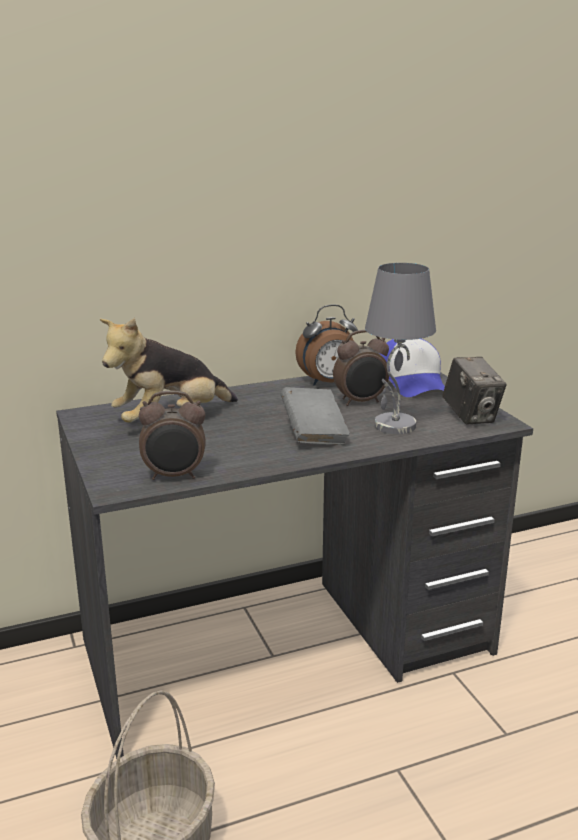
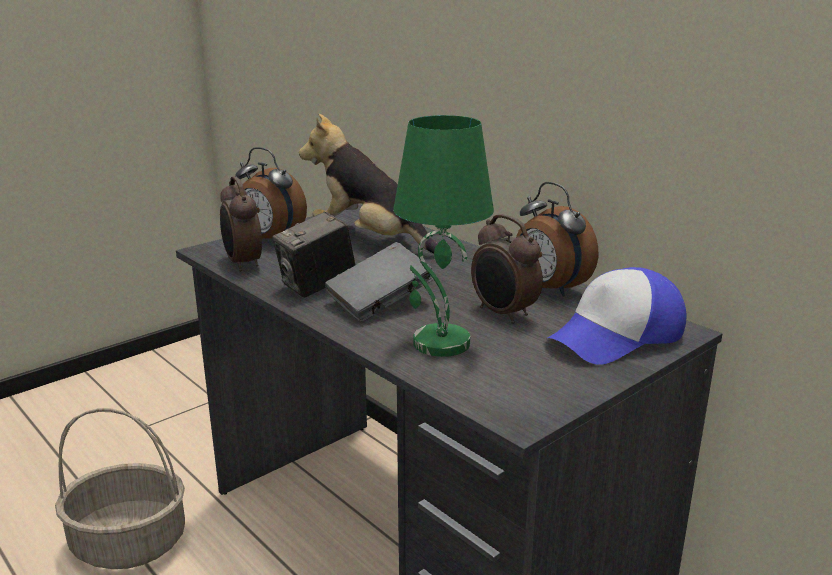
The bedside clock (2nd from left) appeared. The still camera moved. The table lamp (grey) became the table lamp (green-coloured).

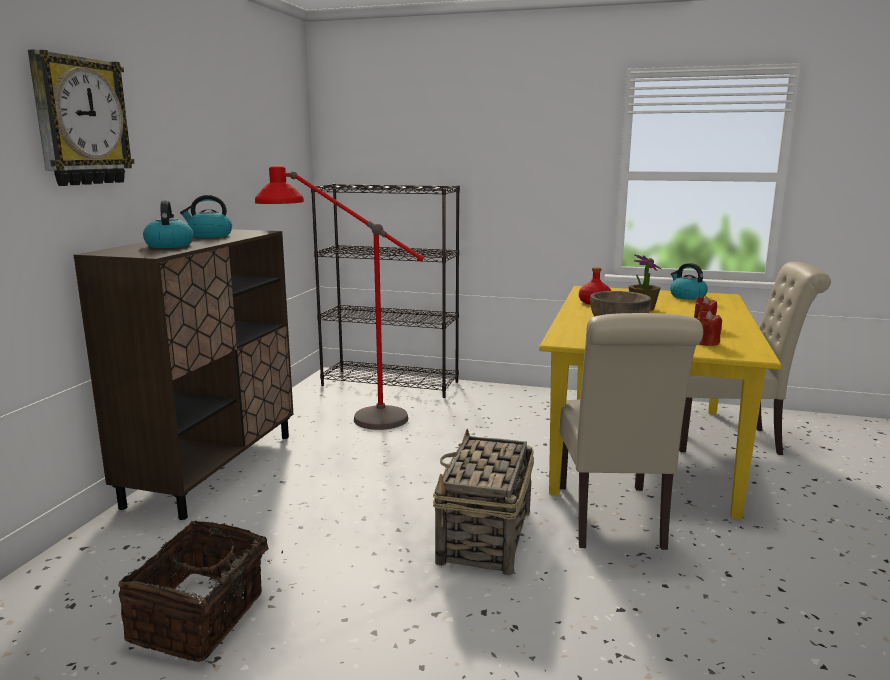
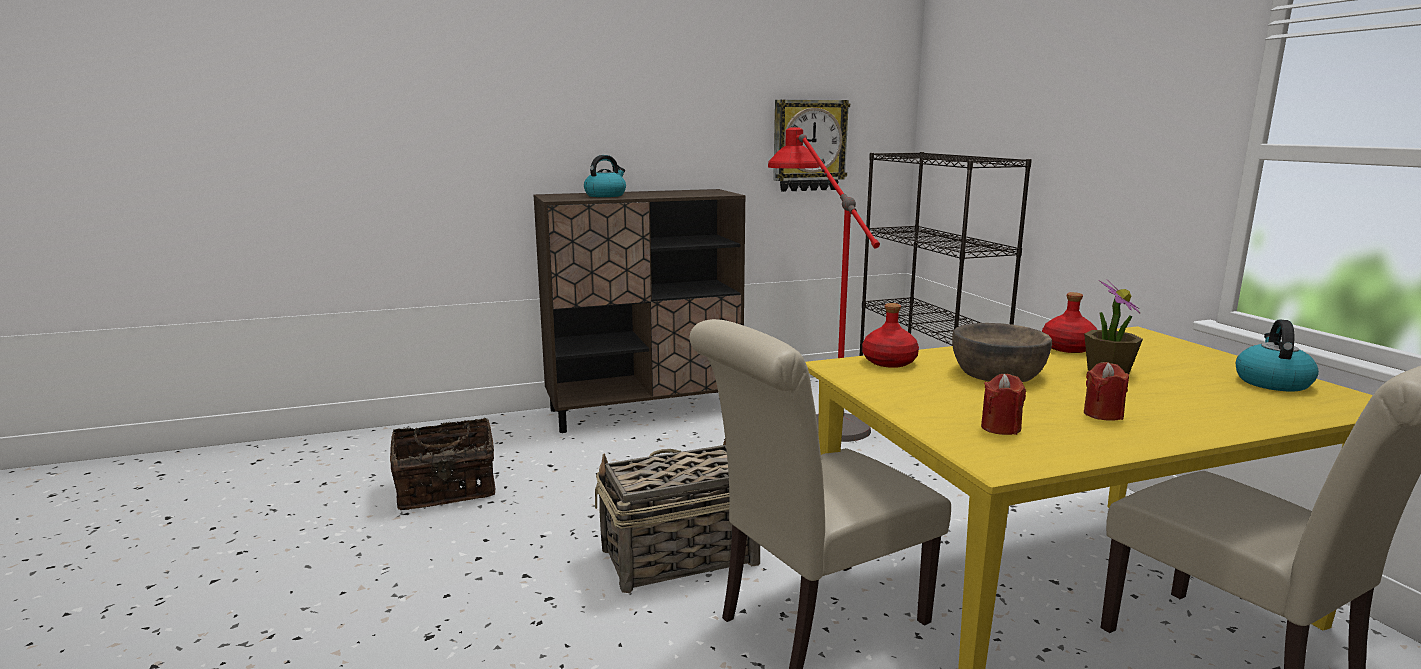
The water kettle (2nd from left) disappeared. The drink bottle (red) (1st from left) appeared. The wall clock moved.

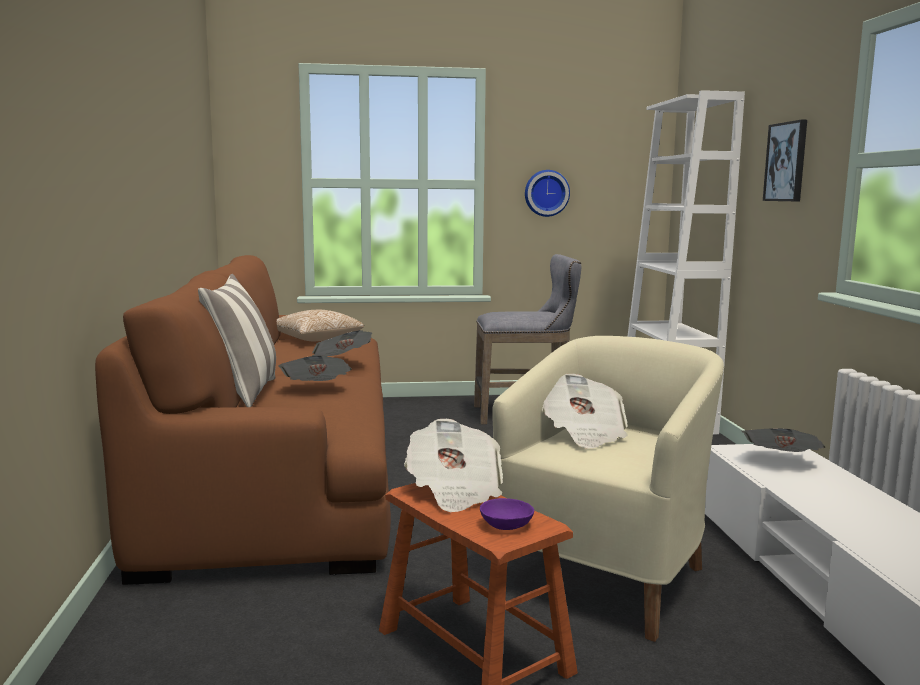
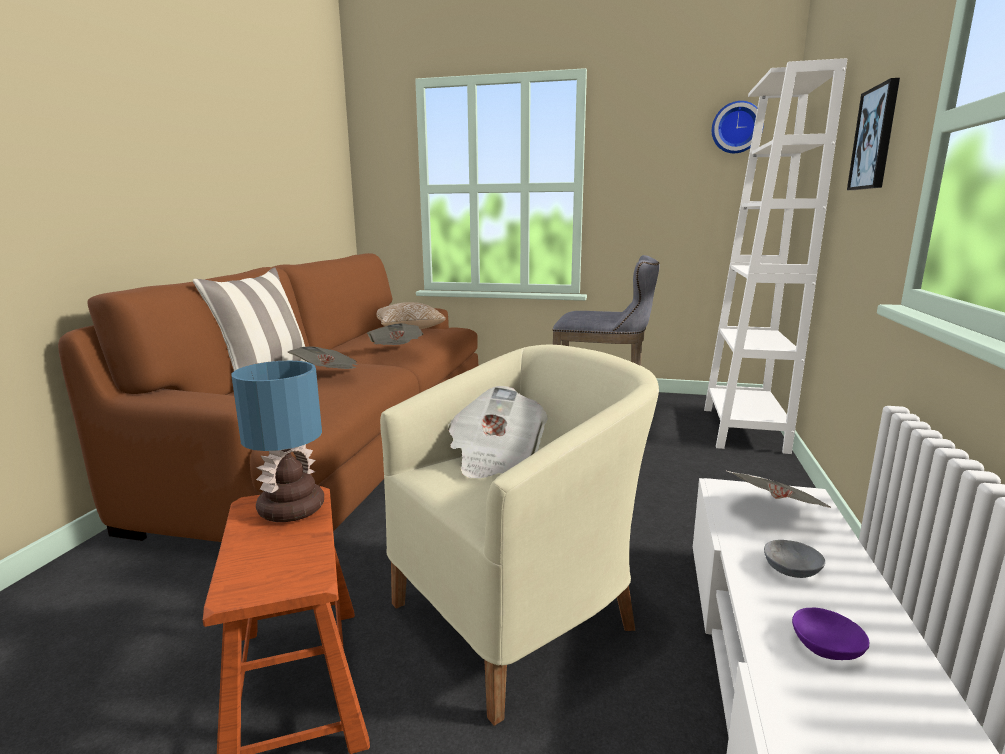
The bowl (grey) appeared. The bowl (purple) moved. The wall clock moved. The newspaper (3rd from left) was replaced by the table lamp.

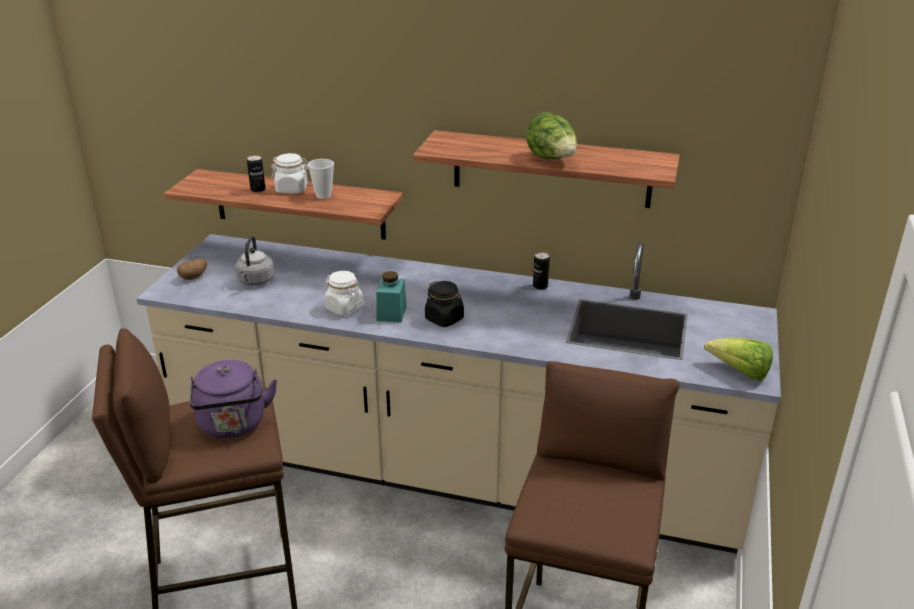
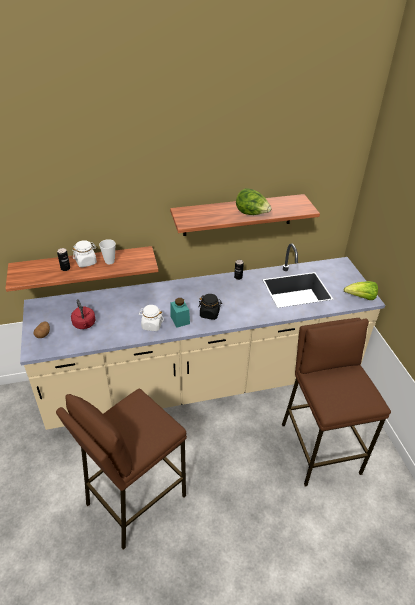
The water kettle (purple) disappeared. The water kettle (grey) became the water kettle (red).

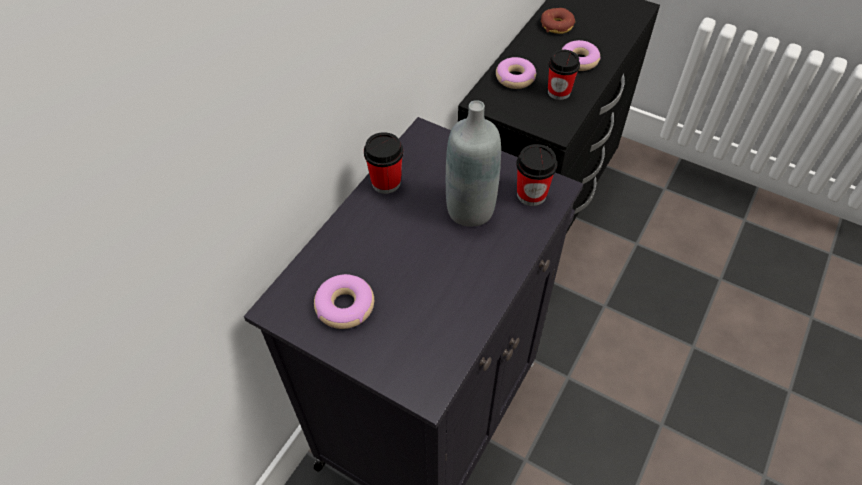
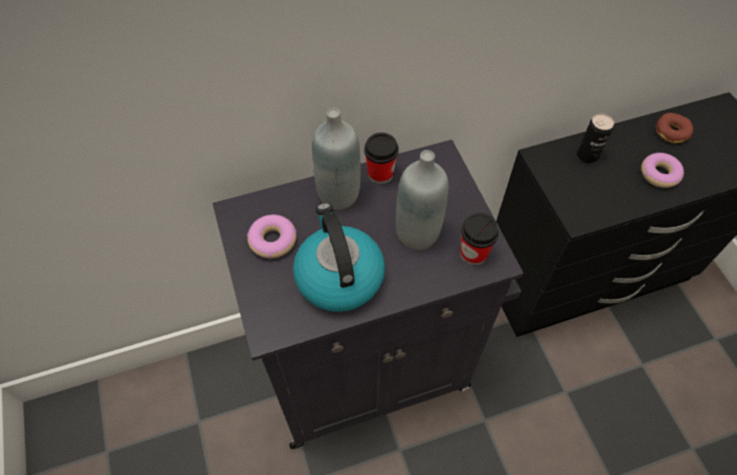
The small cup (3rd from left) disappeared. The water kettle appeared. The drink bottle (grey) (1st from left) appeared. The ring doughnut (2nd from left) was replaced by the sealed can.

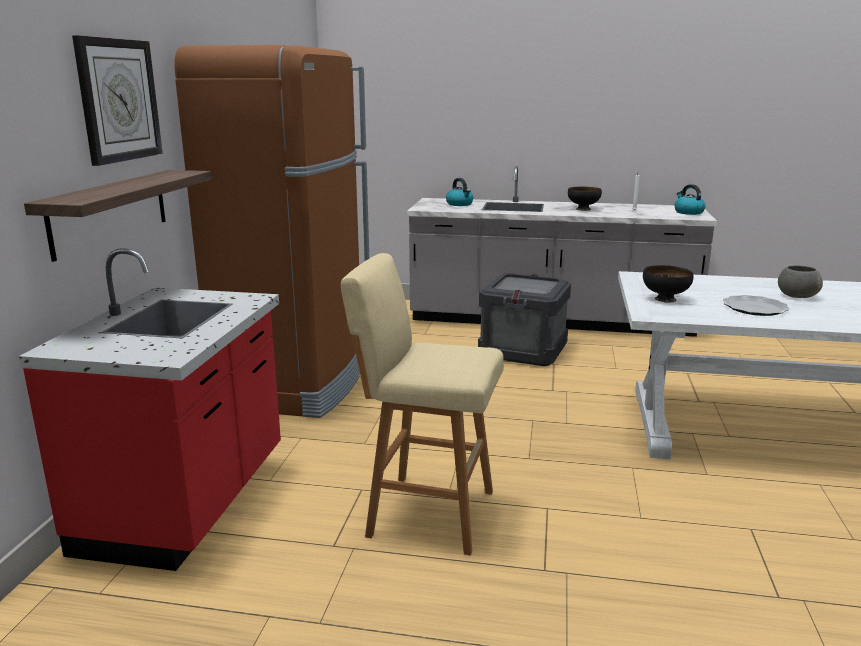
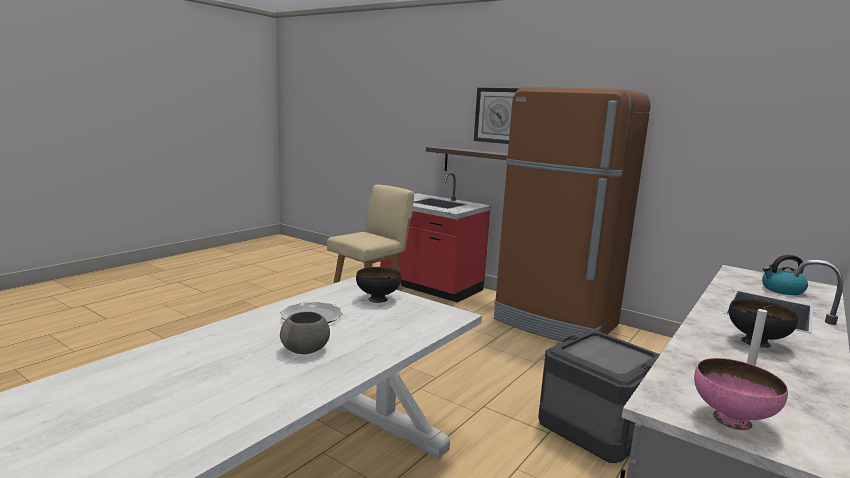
The water kettle (2nd from left) was replaced by the bowl (pinkish).

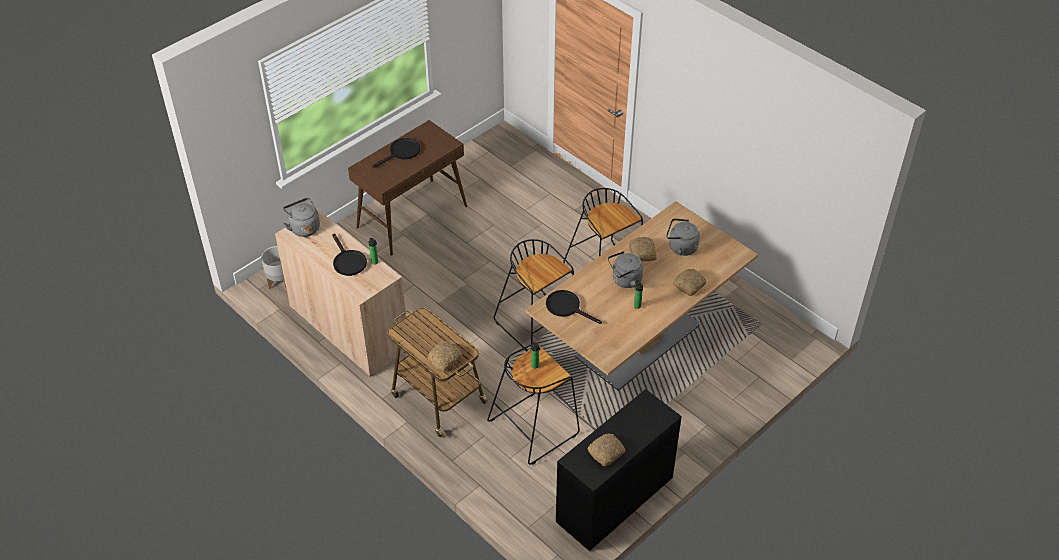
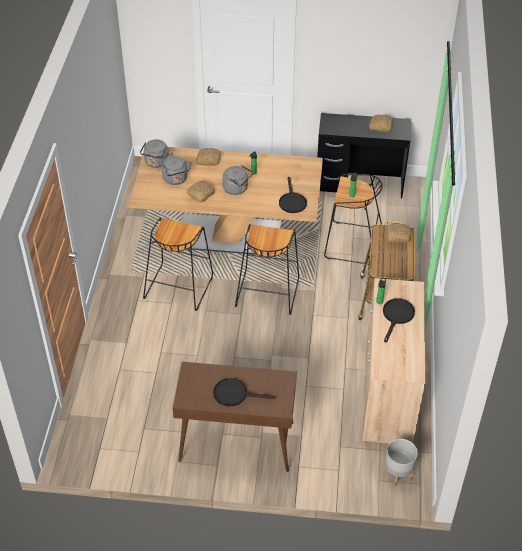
The water kettle (grey) (1st from left) moved.

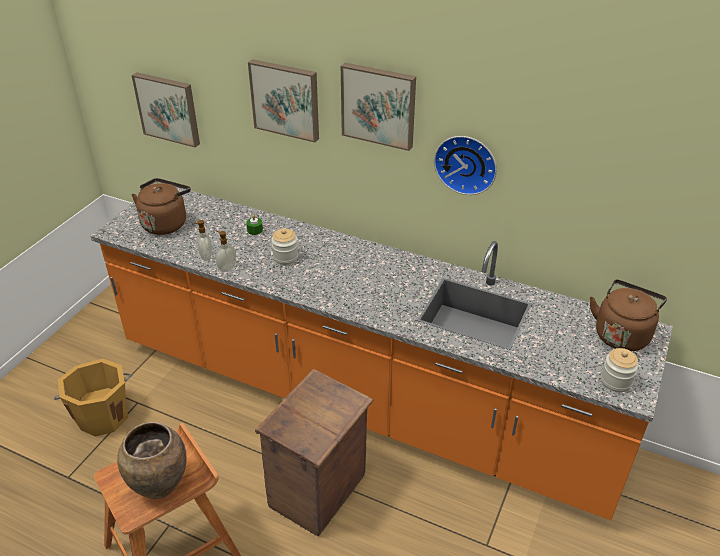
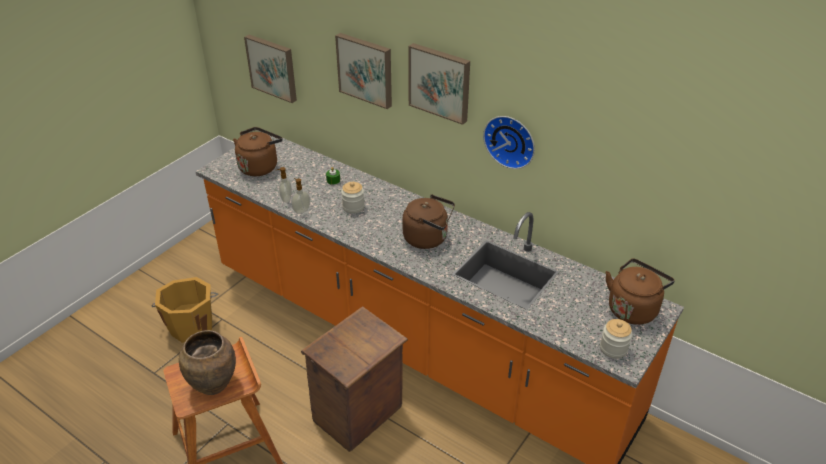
The water kettle (brown) (2nd from left) appeared.

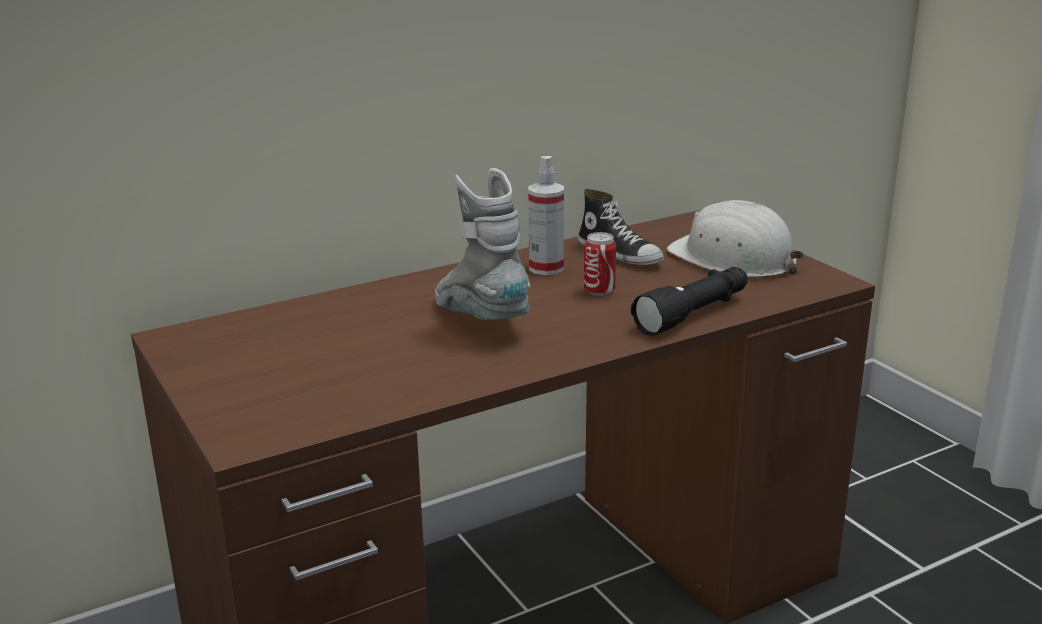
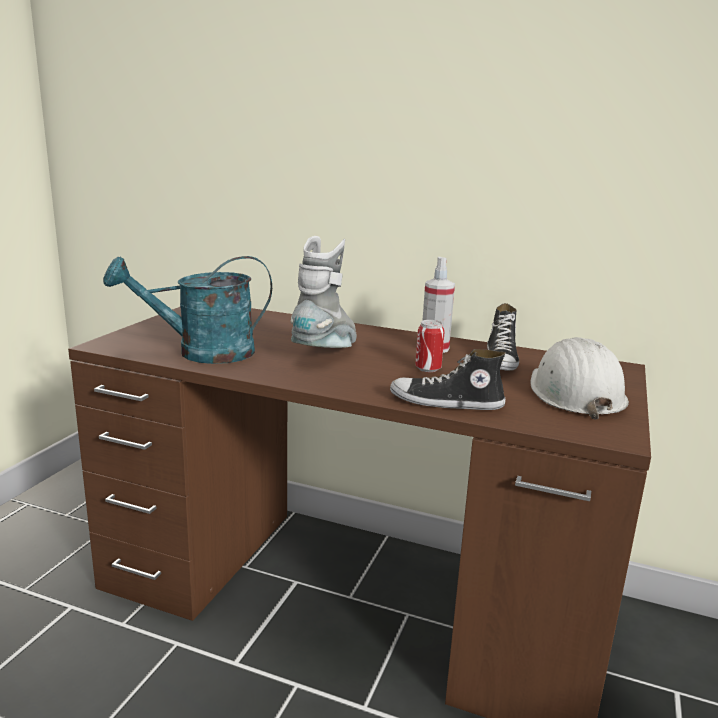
The watering can (turquoise-coloured) appeared. The torch (blackish) was replaced by the shoe (1st from left).

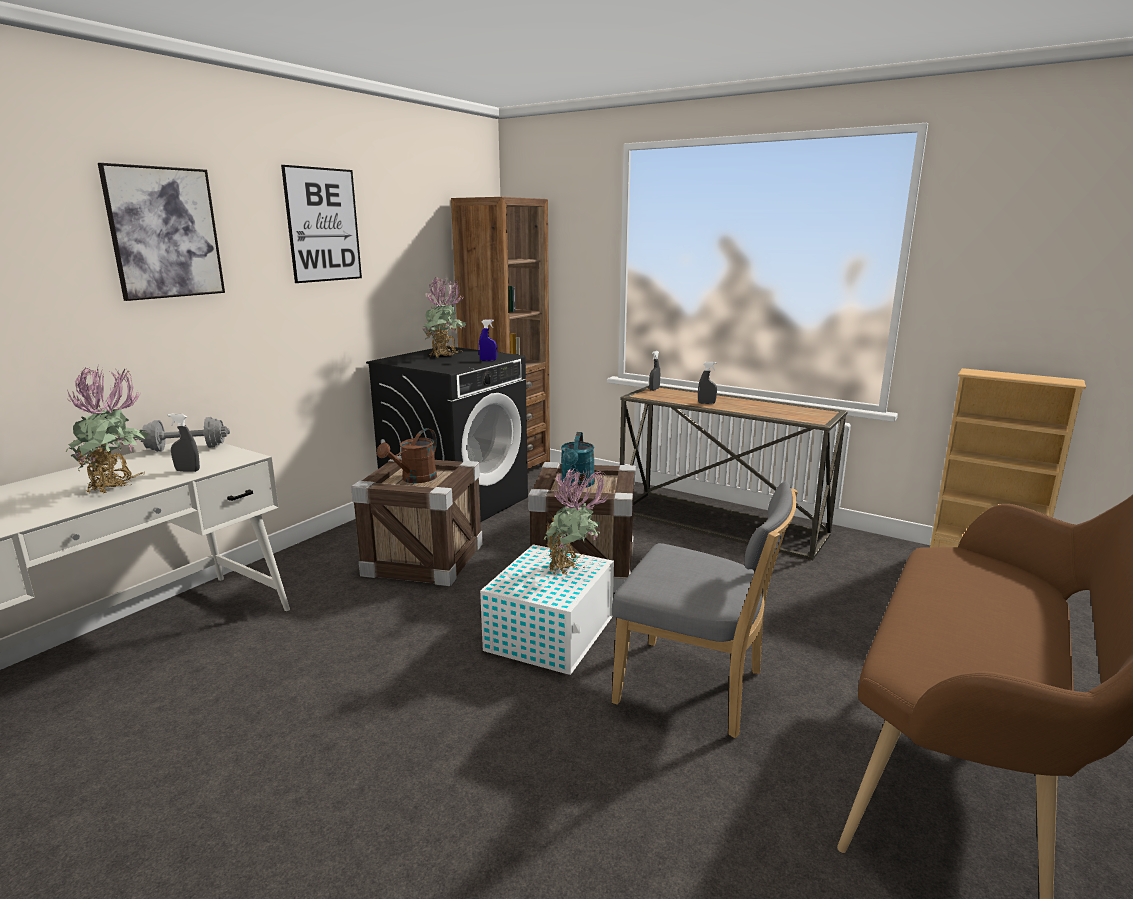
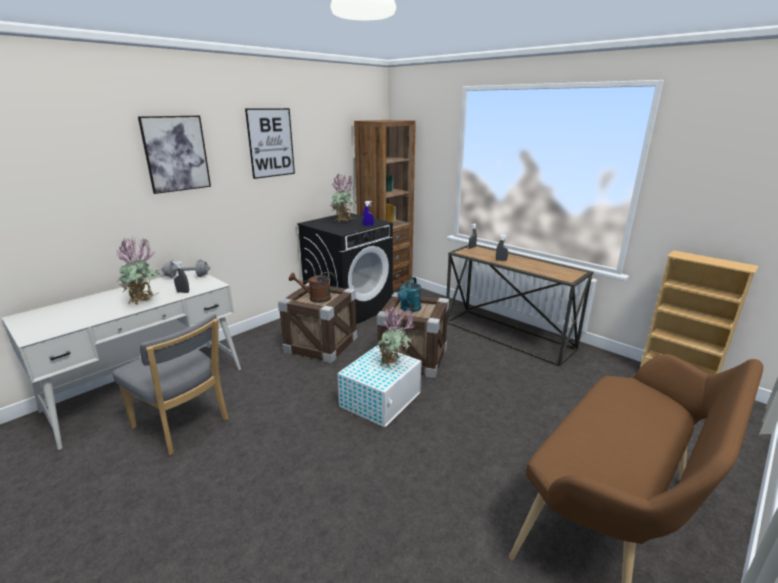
The upright chair (grey) moved. The watering can (brown) turned 45 degrees clockwise.

